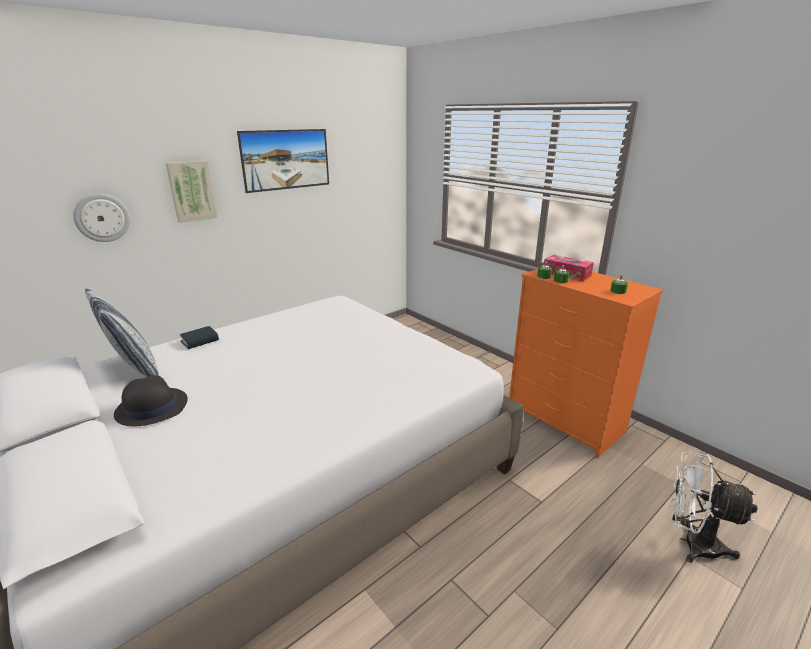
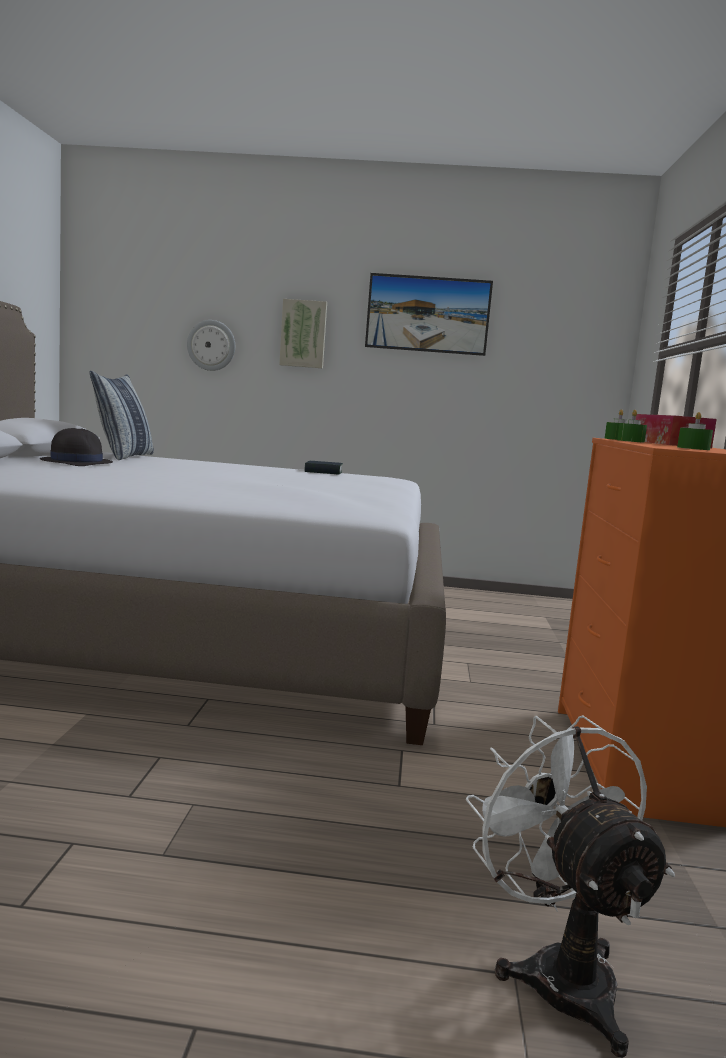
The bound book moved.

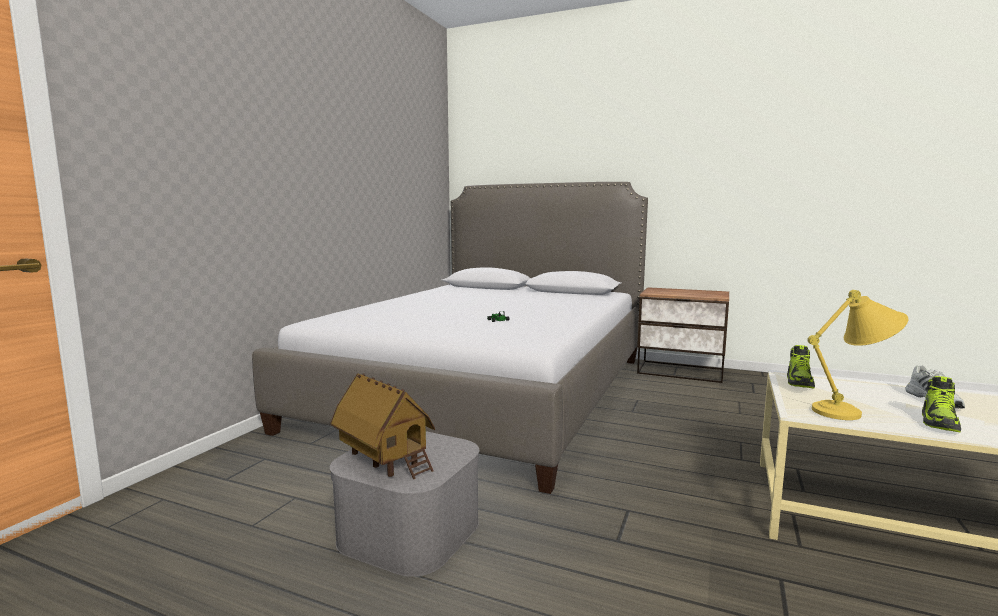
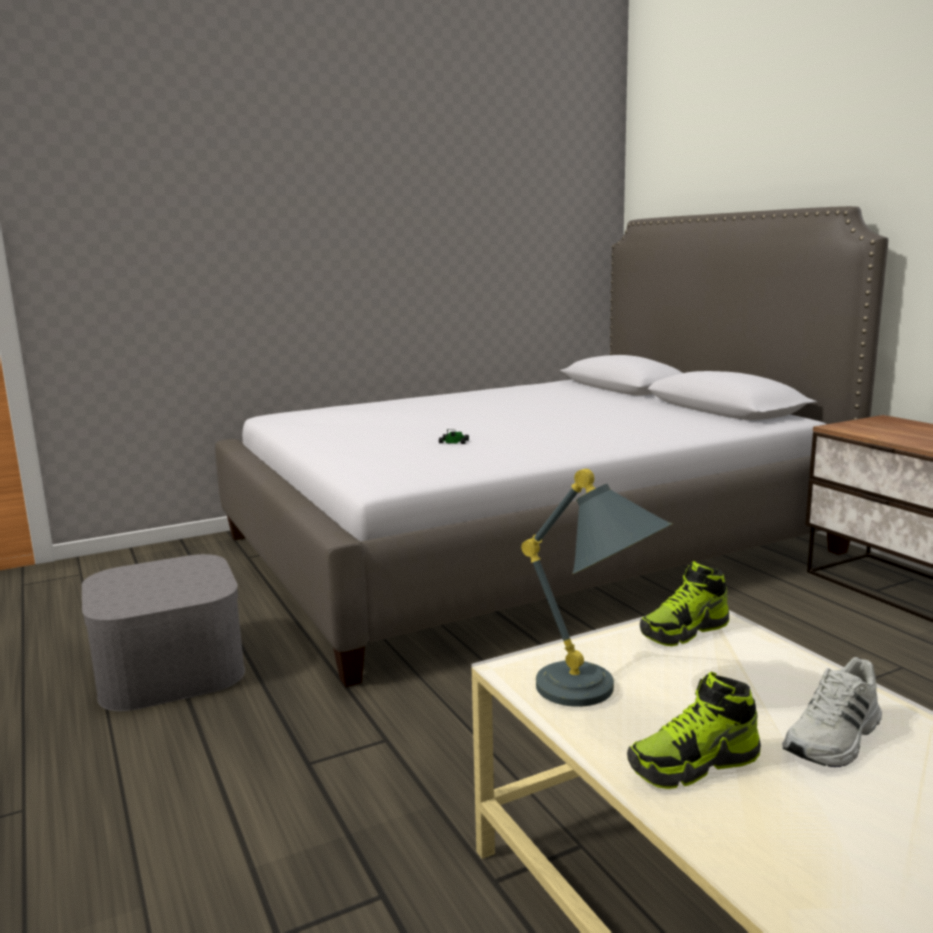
The miniature house disappeared. The table lamp (yellow) became the table lamp (grey).

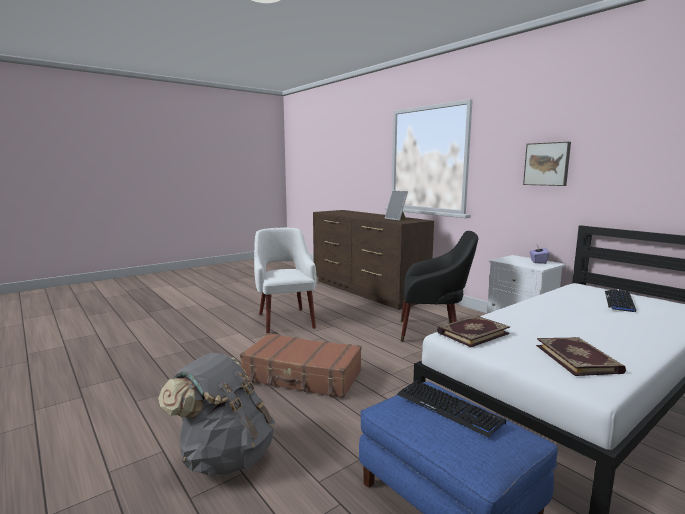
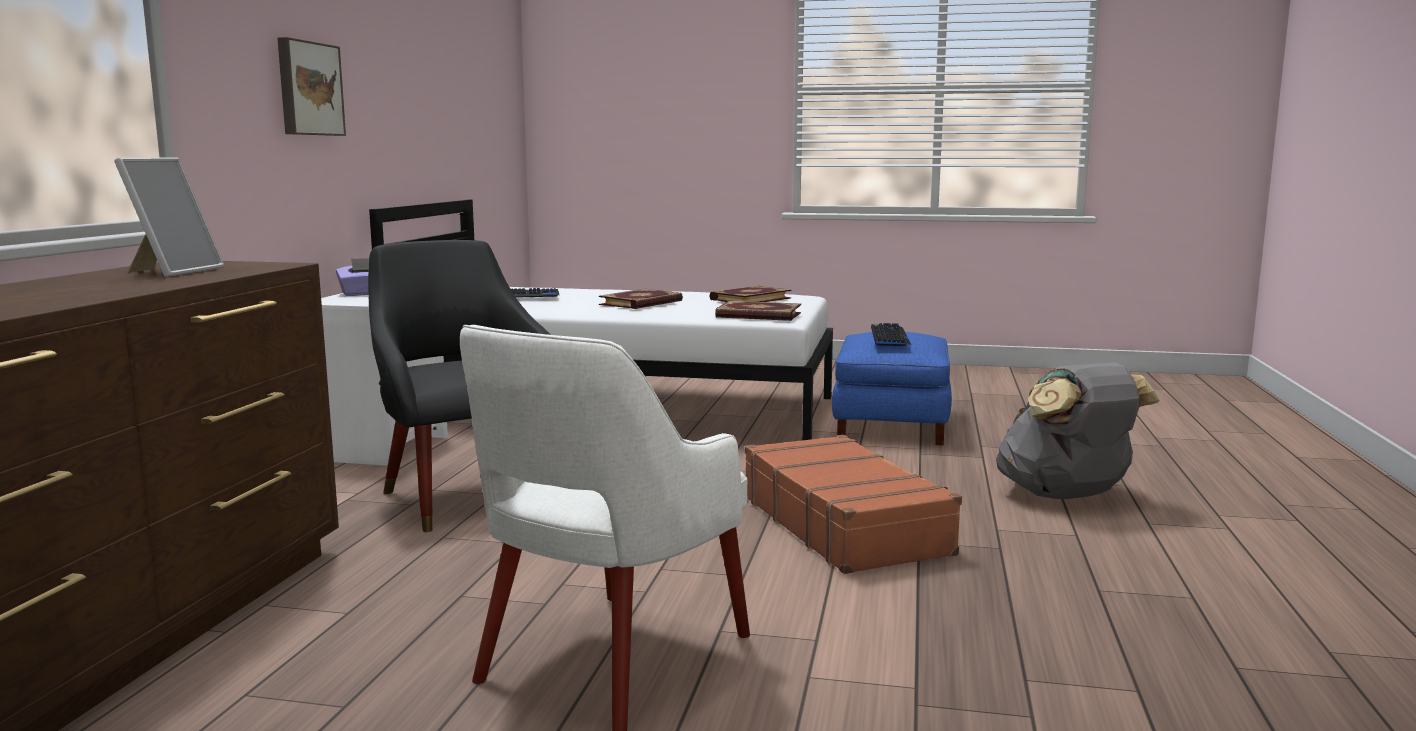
The bound book (1st from left) appeared.

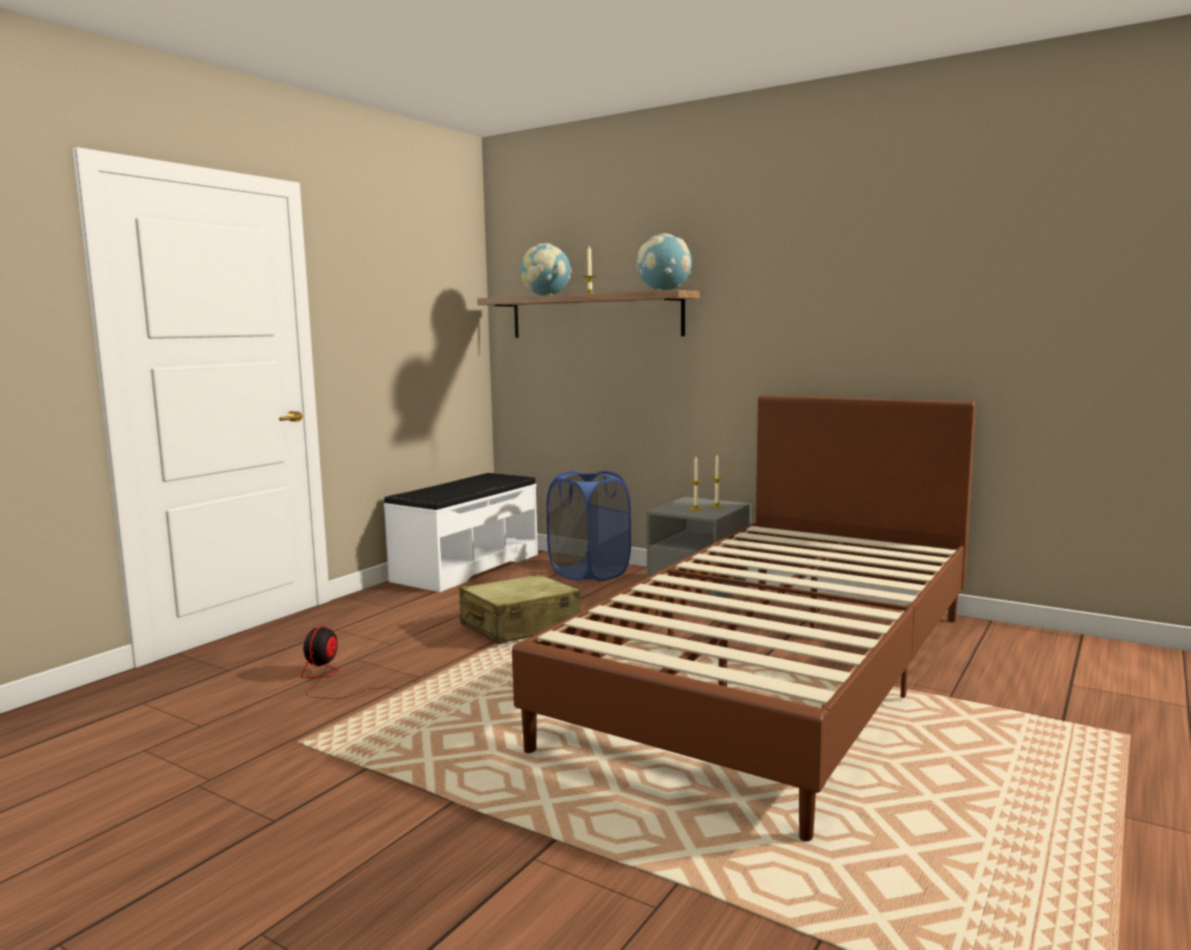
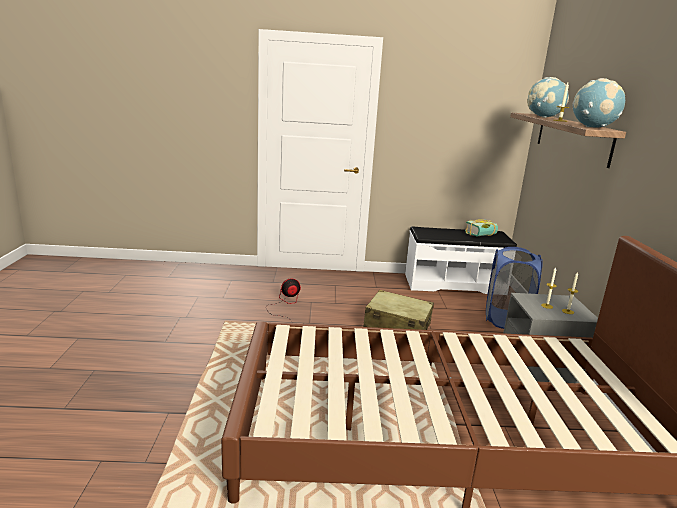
The bound book appeared.

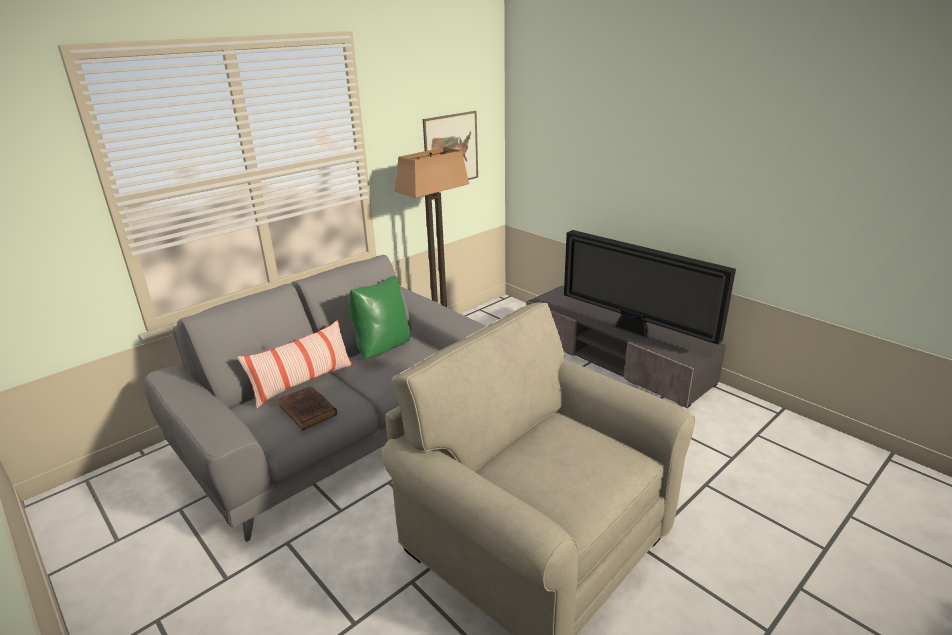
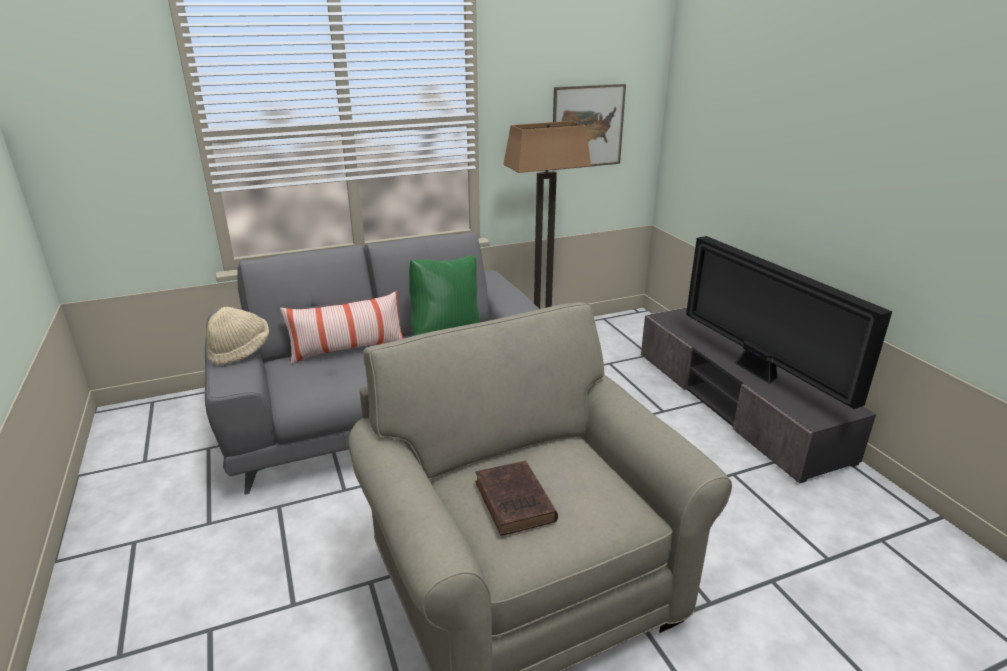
The hat (beige-coloured) appeared. The bound book (brown) moved.

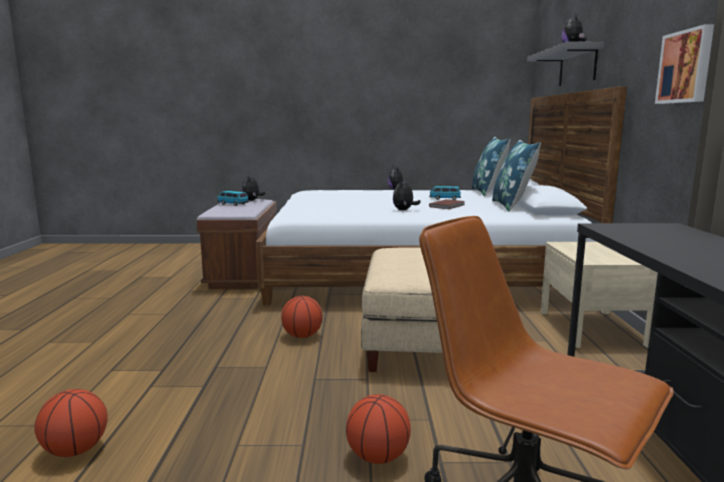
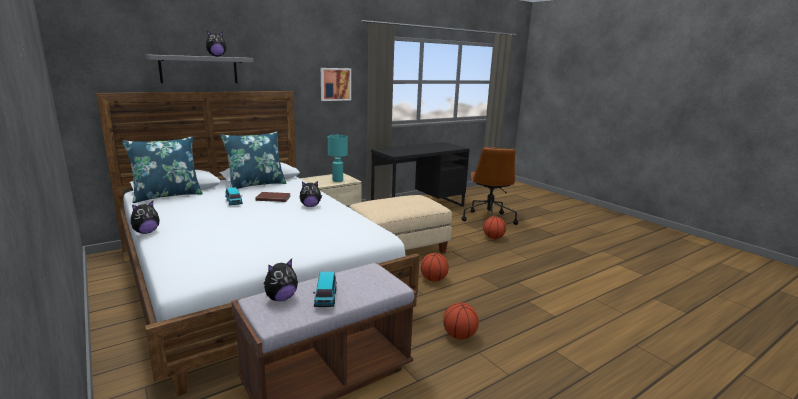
The table lamp (turquoise-coloured) appeared. The basketball ball (1st from left in the first image) moved.

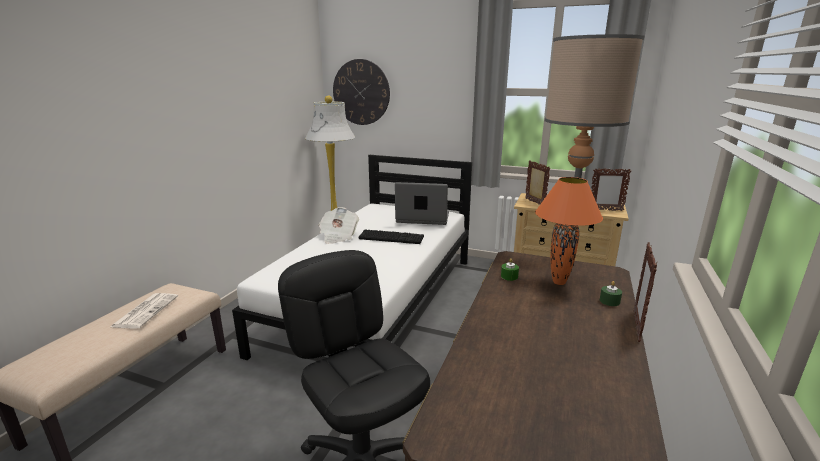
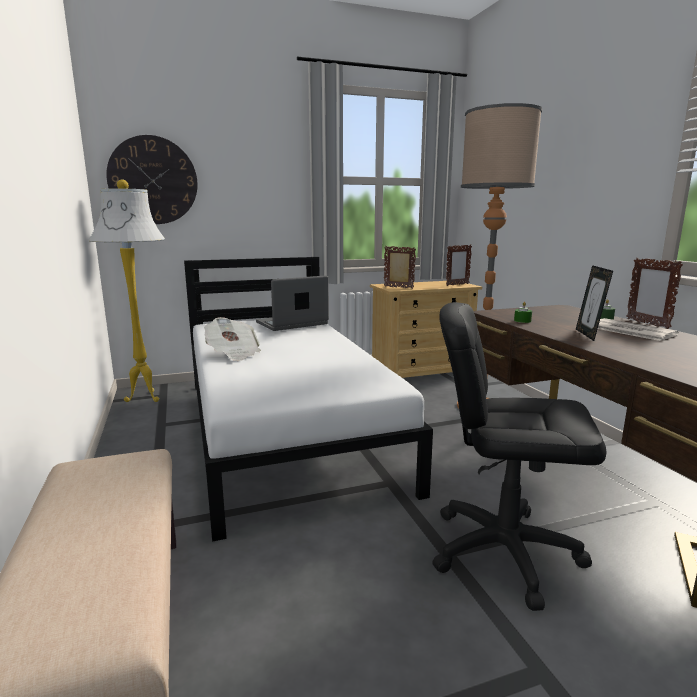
The PC keyboard disappeared. The table lamp (orange-coloured) disappeared. The standing frame (3rd from left) appeared. The newspaper (1st from left in the first image) moved.

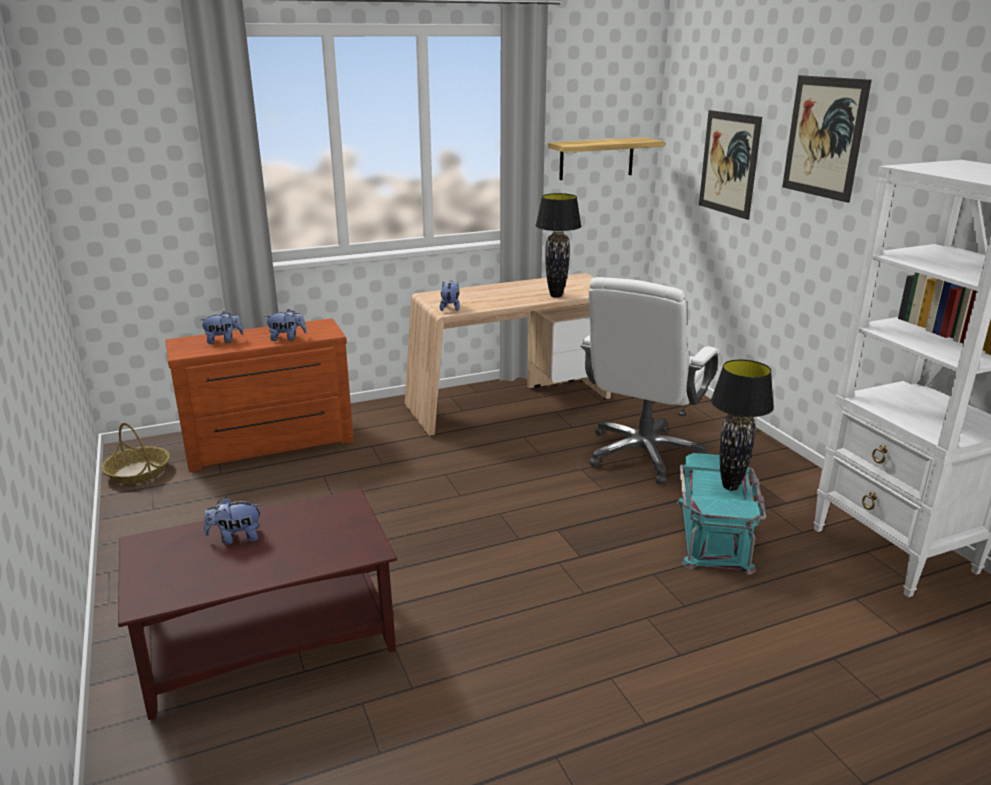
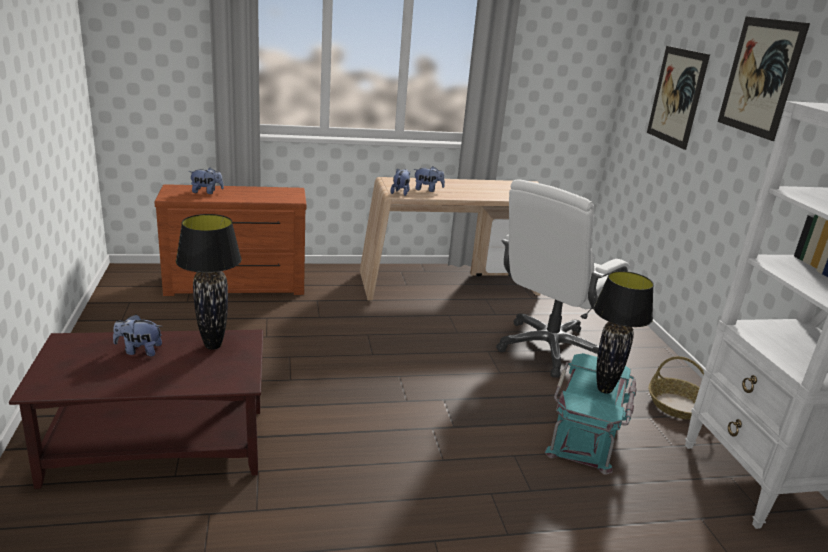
The bracket shelf disappeared. The household basket moved. The plush toy (3rd from left in the first image) moved. The table lamp (blackish) (1st from left) moved.

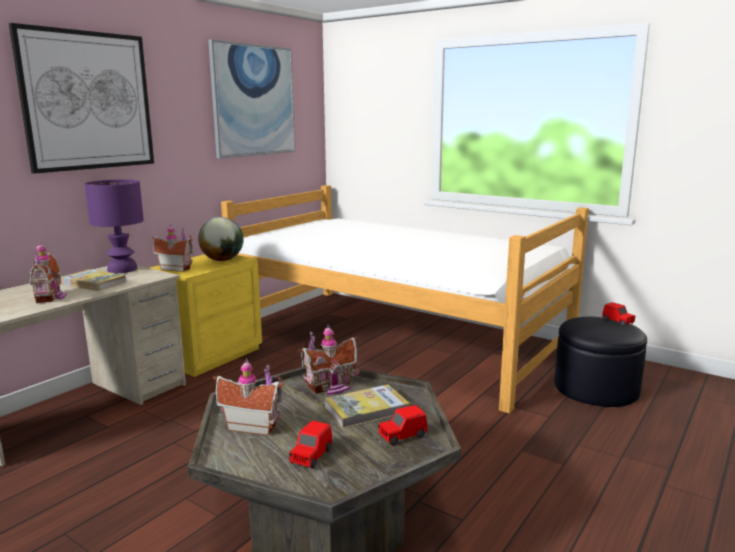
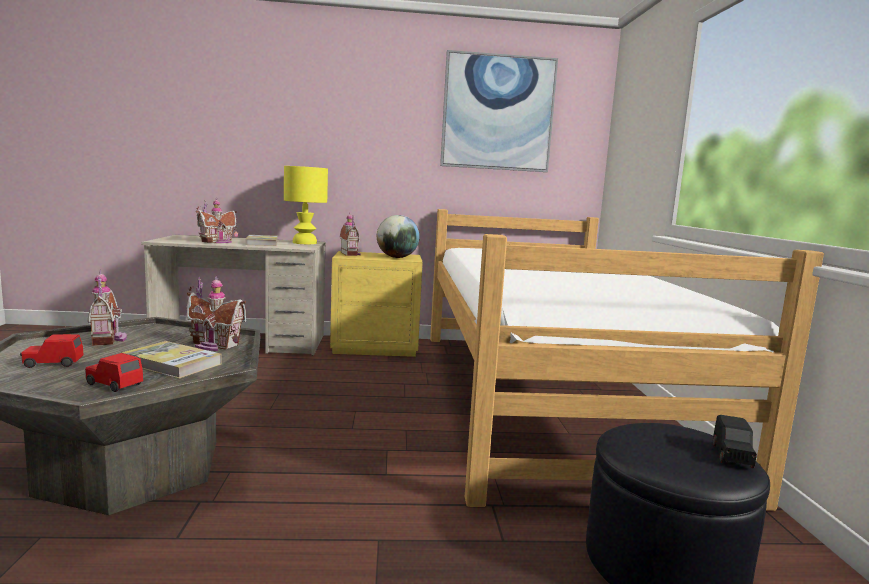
The wall picture (1st from left) disappeared. The table lamp (purple) became the table lamp (yellow). The miniature car (red) (3rd from left) became the miniature car (blackish).

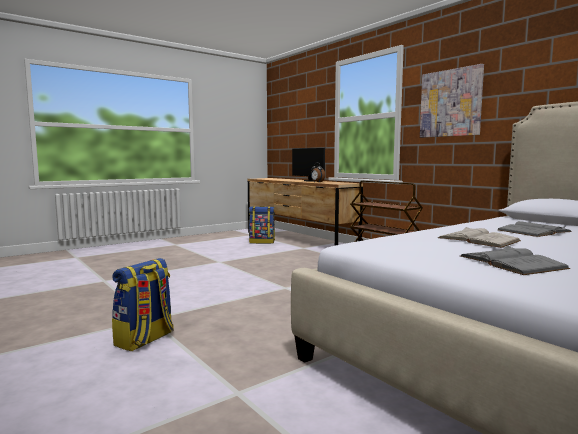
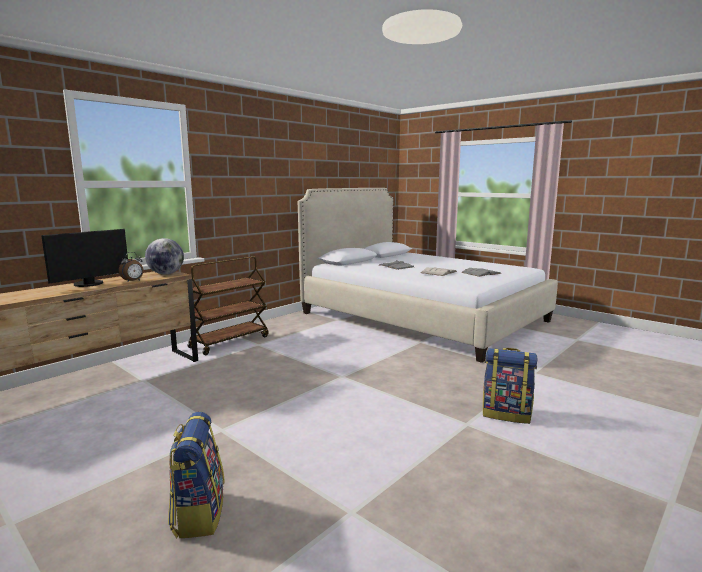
The wall picture disappeared. The globe appeared. The knapsack (2nd from left in the first image) moved.

